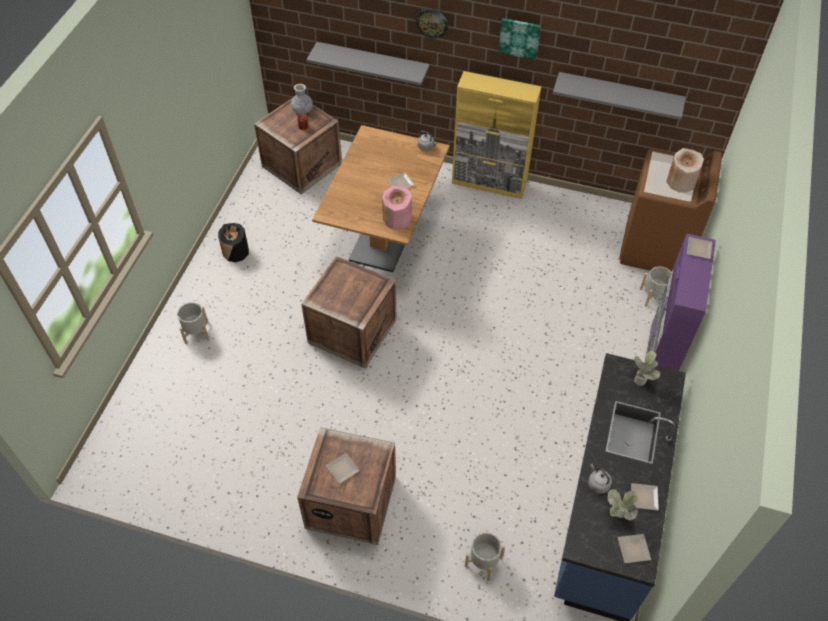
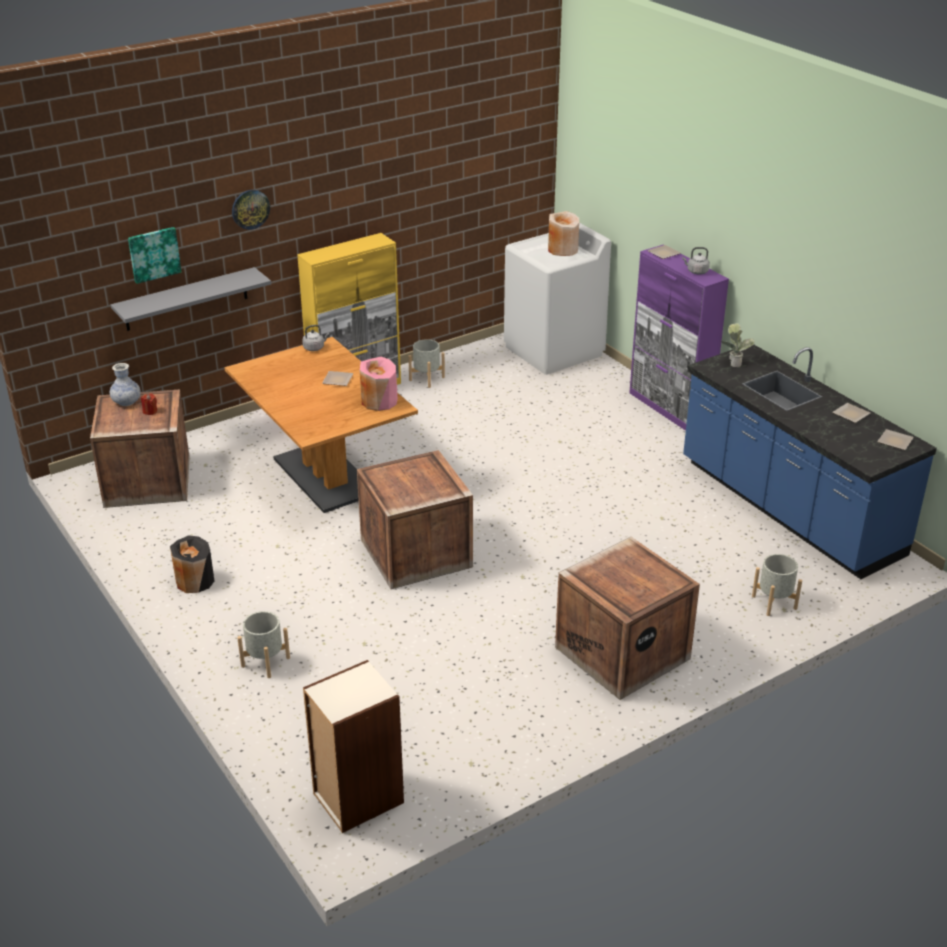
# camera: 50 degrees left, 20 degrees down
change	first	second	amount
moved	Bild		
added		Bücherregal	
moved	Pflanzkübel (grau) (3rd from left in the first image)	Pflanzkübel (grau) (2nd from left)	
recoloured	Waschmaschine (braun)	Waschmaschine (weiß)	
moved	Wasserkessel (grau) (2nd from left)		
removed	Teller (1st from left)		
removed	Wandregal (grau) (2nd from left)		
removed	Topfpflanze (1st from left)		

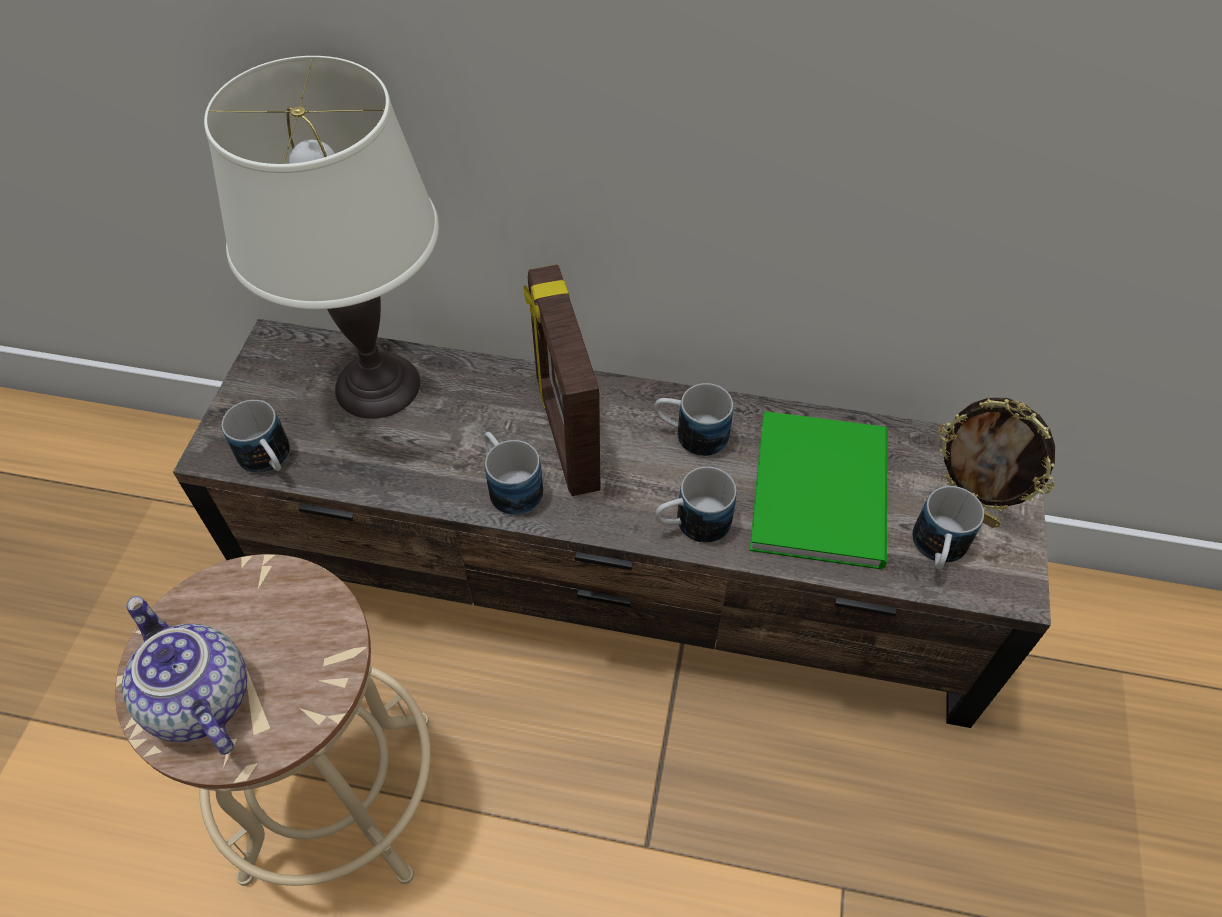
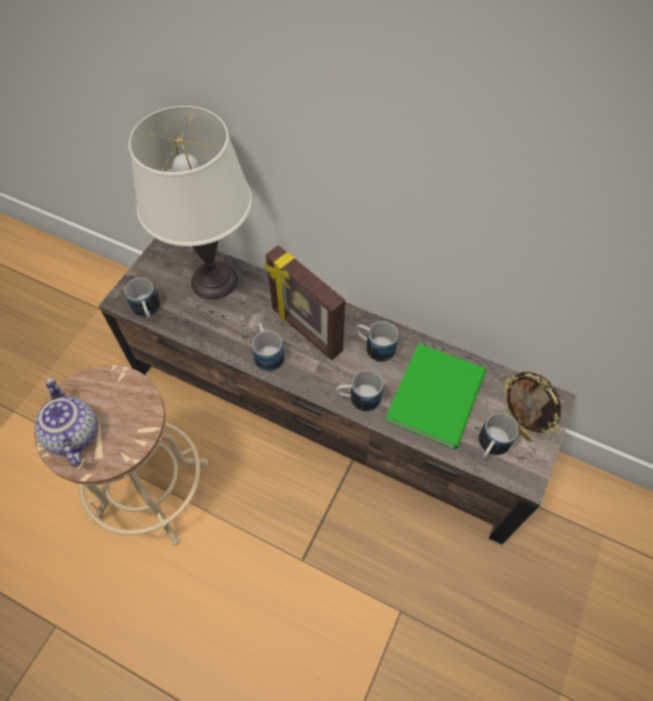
# camera: 15 degrees right, 5 degrees up
change	first	second	amount
turned	Bilderrahmen (1st from left)		45 degrees counterclockwise

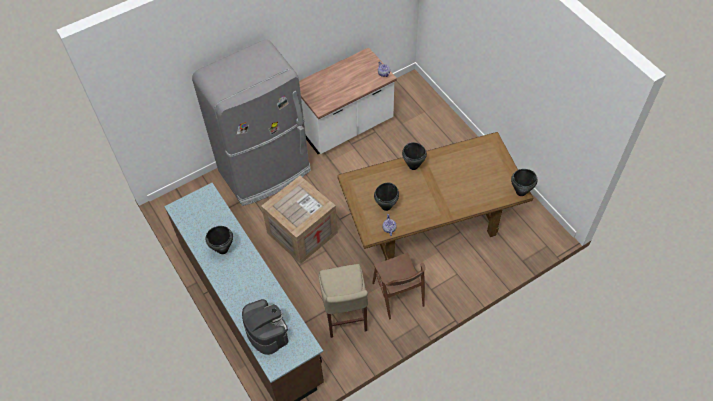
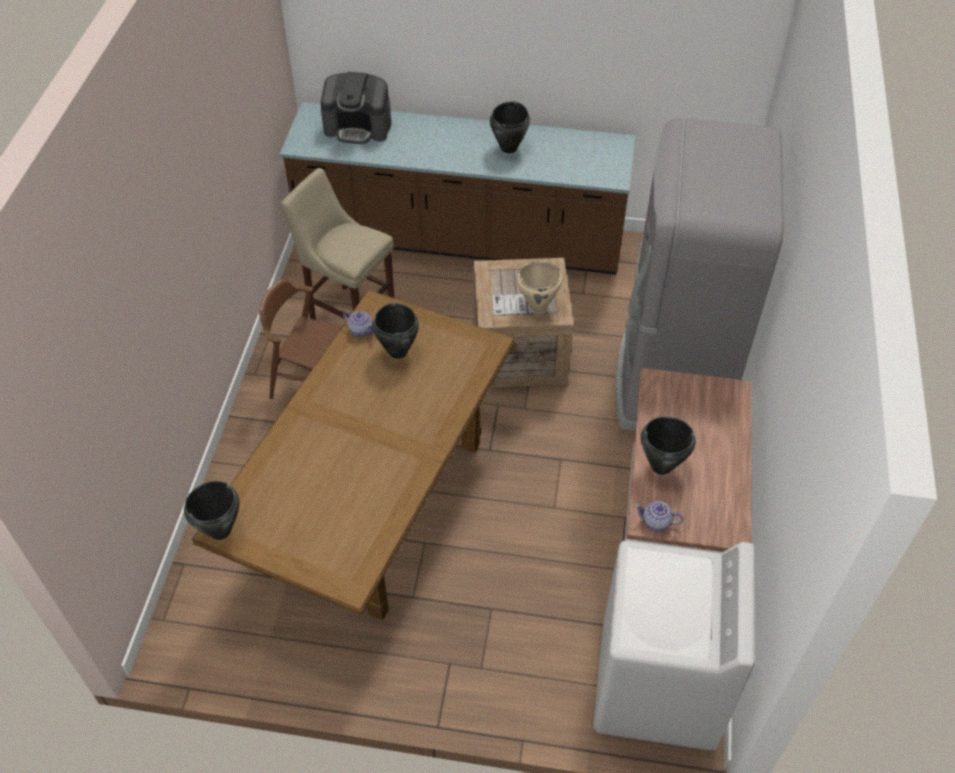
# camera: 130 degrees right, 5 degrees down
change	first	second	amount
added		Kochtopf (beige)	
added		Waschmaschine (weiß)	
moved	Kochtopf (schwarz) (3rd from left in the first image)	Kochtopf (schwarz) (4th from left)	

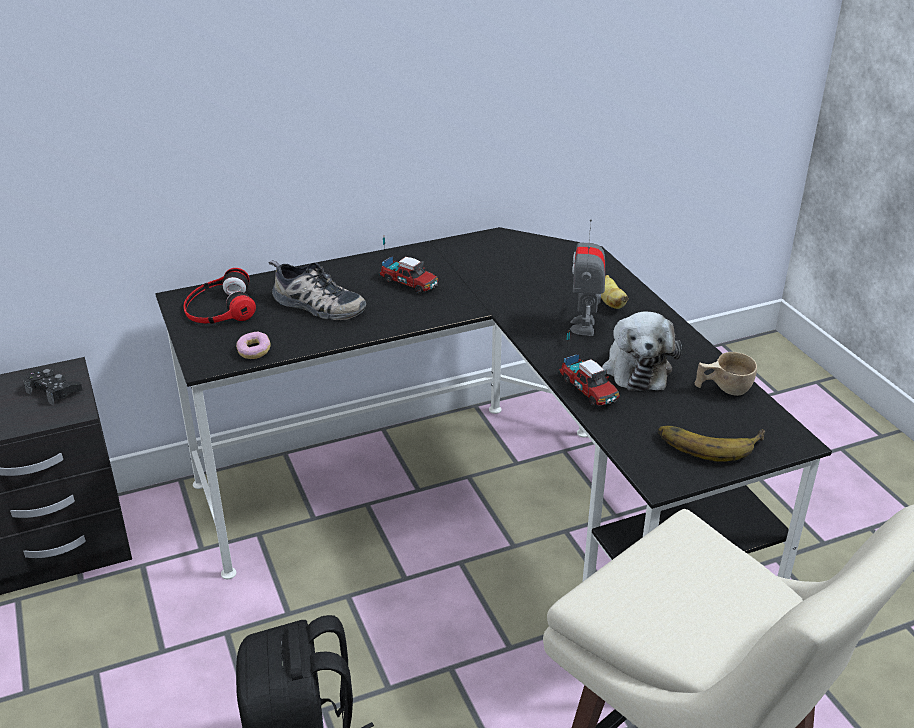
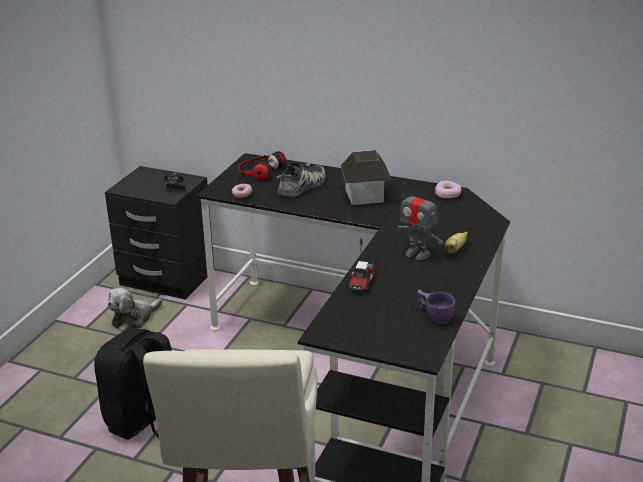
# camera: 45 degrees right, 5 degrees down
change	first	second	amount
moved	Plüschtier		
turned	Schuh		120 degrees counterclockwise
replaced	Spielzeuglaster (1st from left)	Spielzeughaus	
turned	Spielzeugroboter		105 degrees counterclockwise
recoloured	Tasse (beige)	Tasse (lila)	
added		Donut (2nd from left)	
removed	Banane (2nd from left)		

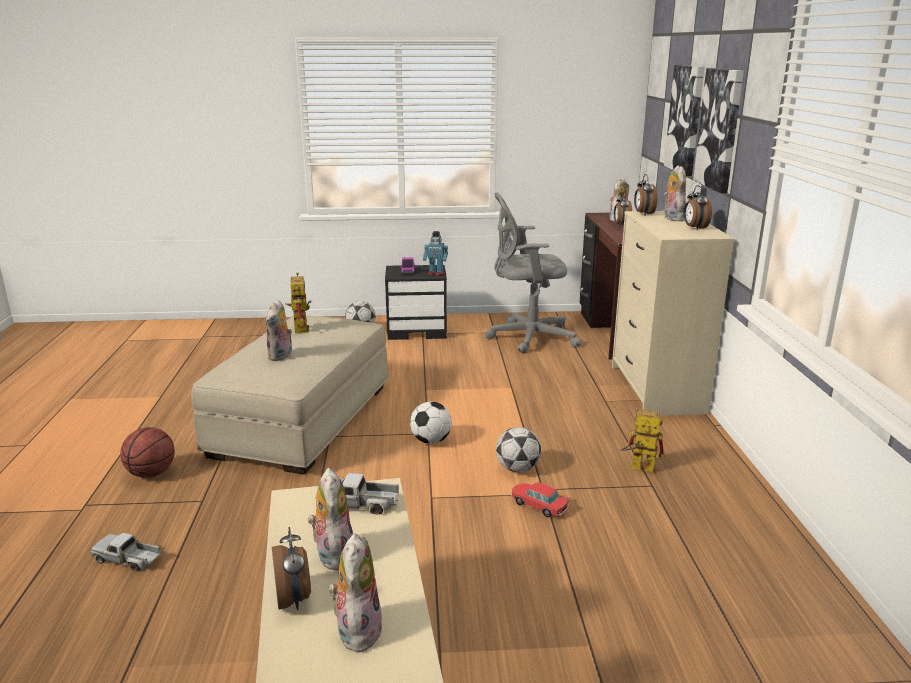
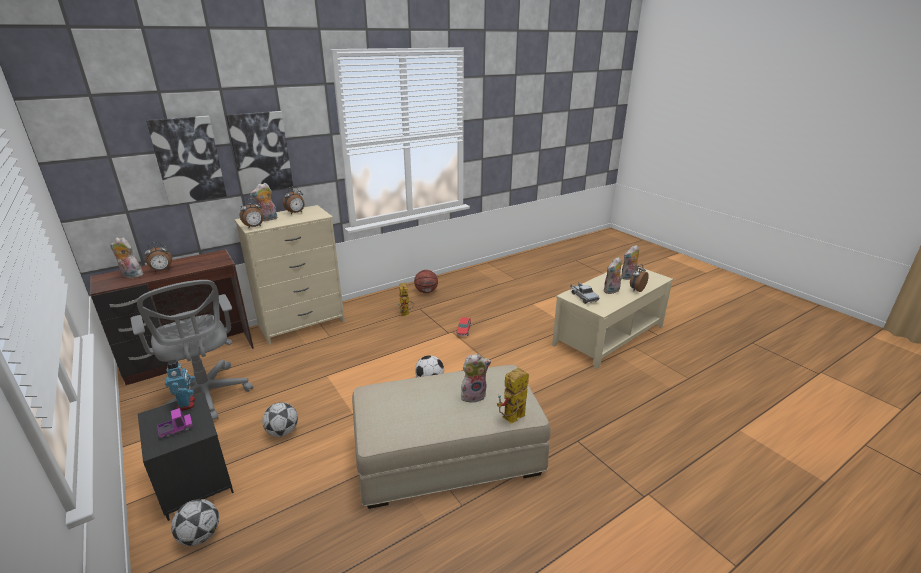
# camera: 120 degrees left, 5 degrees up
change	first	second	amount
moved	Fußball (3rd from left in the first image)	Fußball (2nd from left)	
moved	Basketball		
moved	Spielzeugroboter (1st from left in the first image)	Spielzeugroboter (3rd from left)	
removed	Spielzeuglaster (1st from left)		

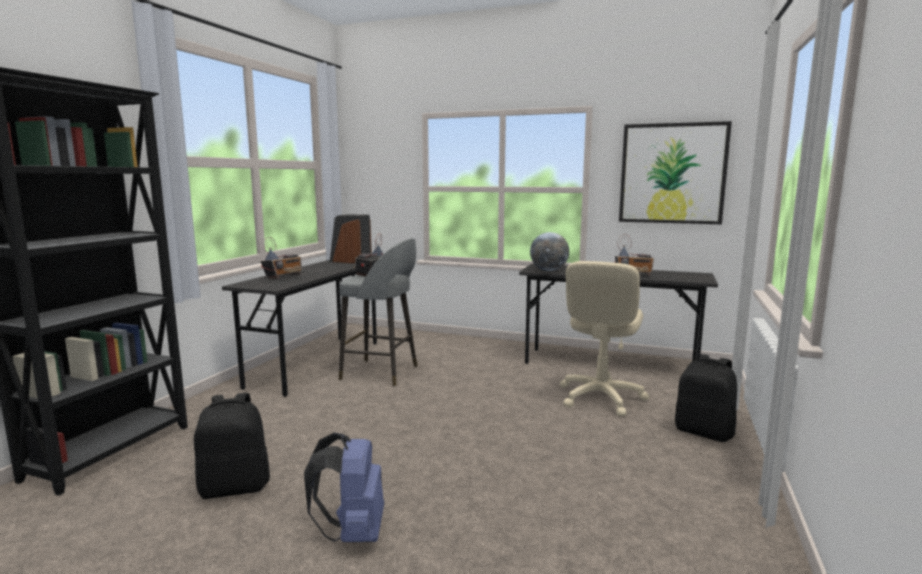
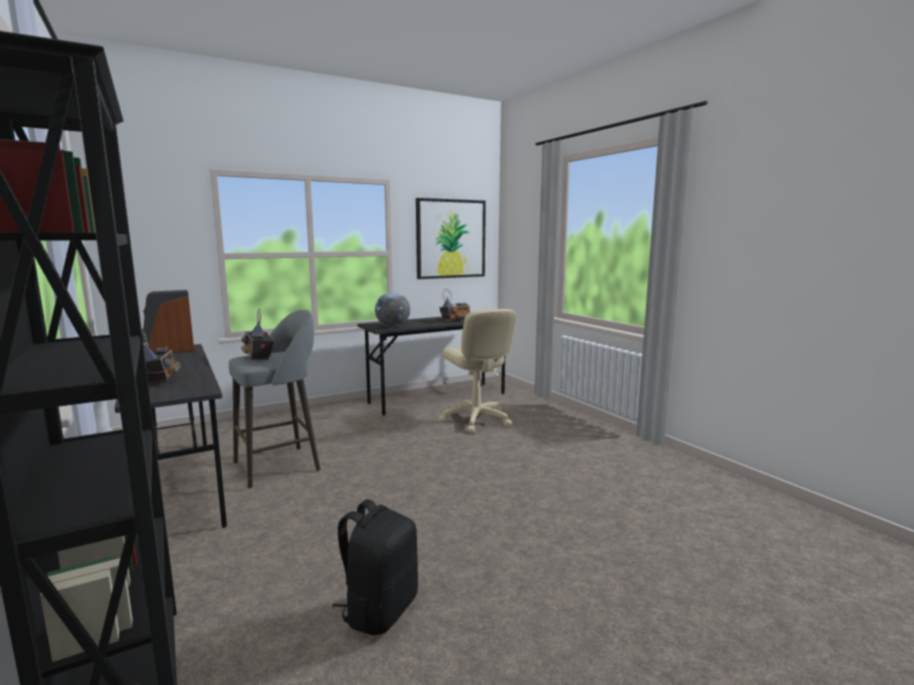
# camera: 50 degrees left, 0 degrees up
change	first	second	amount
removed	Rucksack (blau)		
removed	Rucksack (schwarz) (2nd from left)		

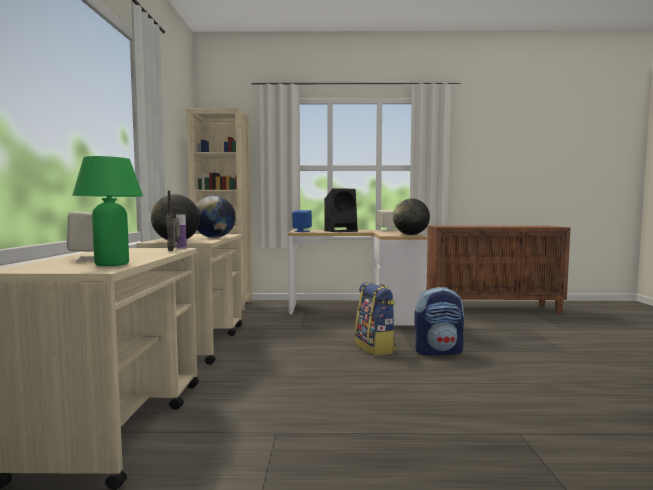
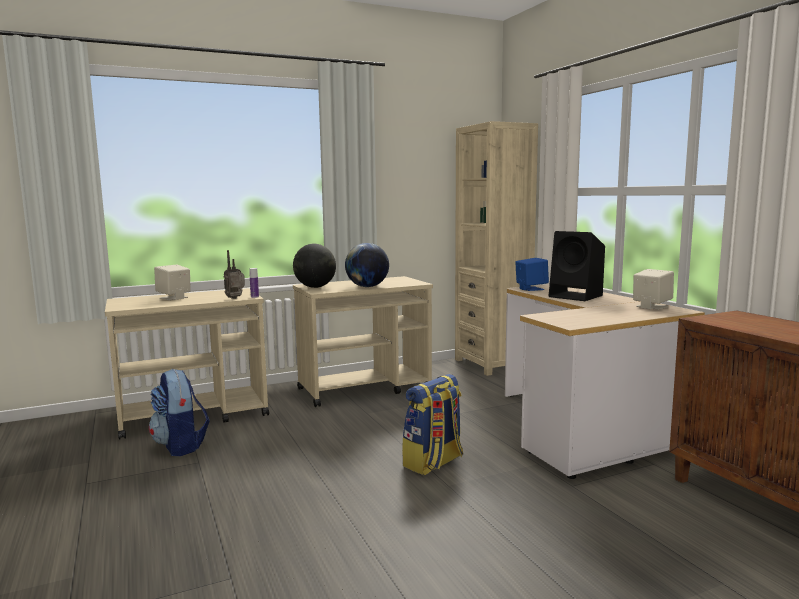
# camera: 65 degrees right, 5 degrees up
change	first	second	amount
moved	Rucksack (2nd from left in the first image)	Rucksack (1st from left)	
removed	Tischlampe (grün)		
removed	Globus (3rd from left)		

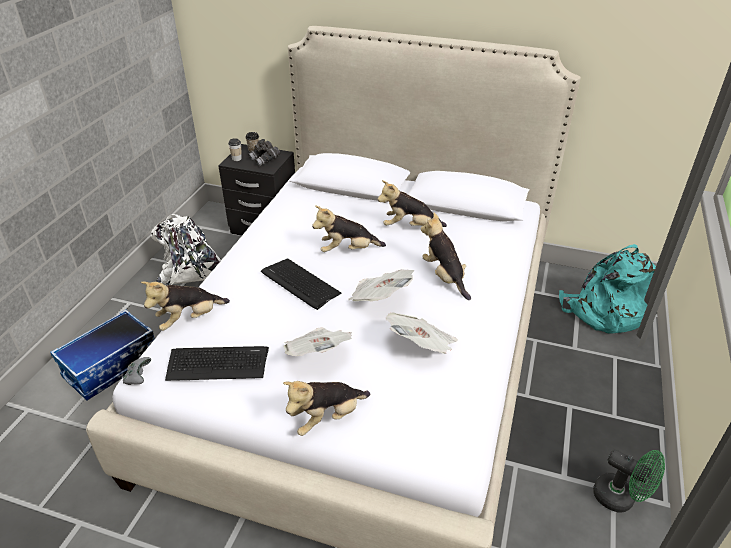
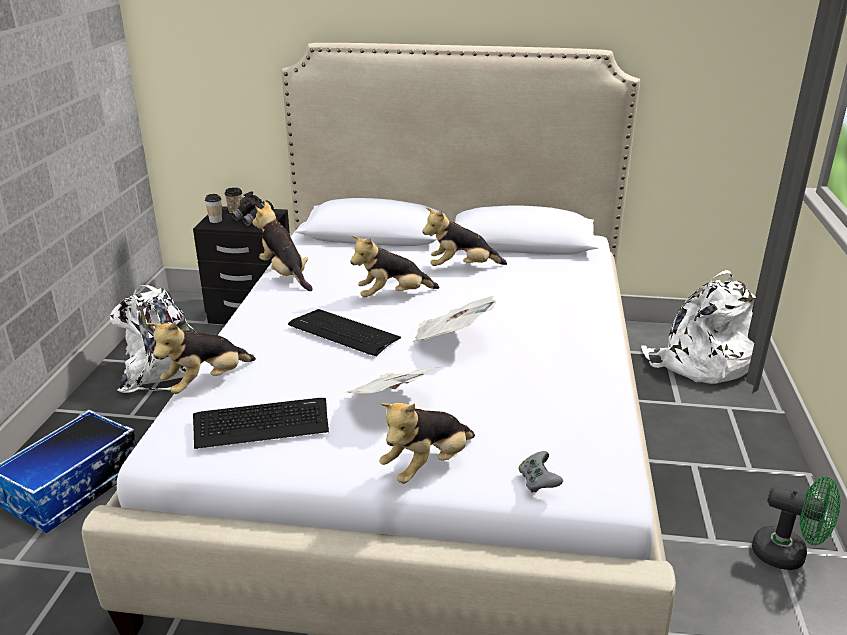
# camera: 10 degrees left, 10 degrees down
change	first	second	amount
moved	Plüschtier (5th from left in the first image)	Plüschtier (2nd from left)	
moved	Gamepad (grau)		
recoloured	Rucksack (türkis)	Rucksack (weiß) (2nd from left)	
removed	Zeitung (3rd from left)		

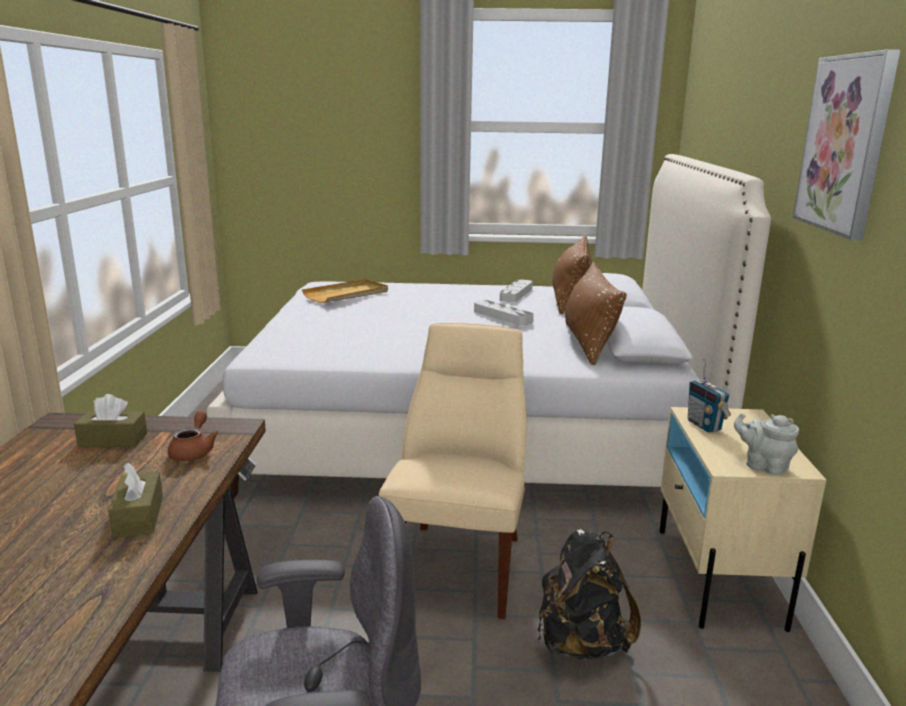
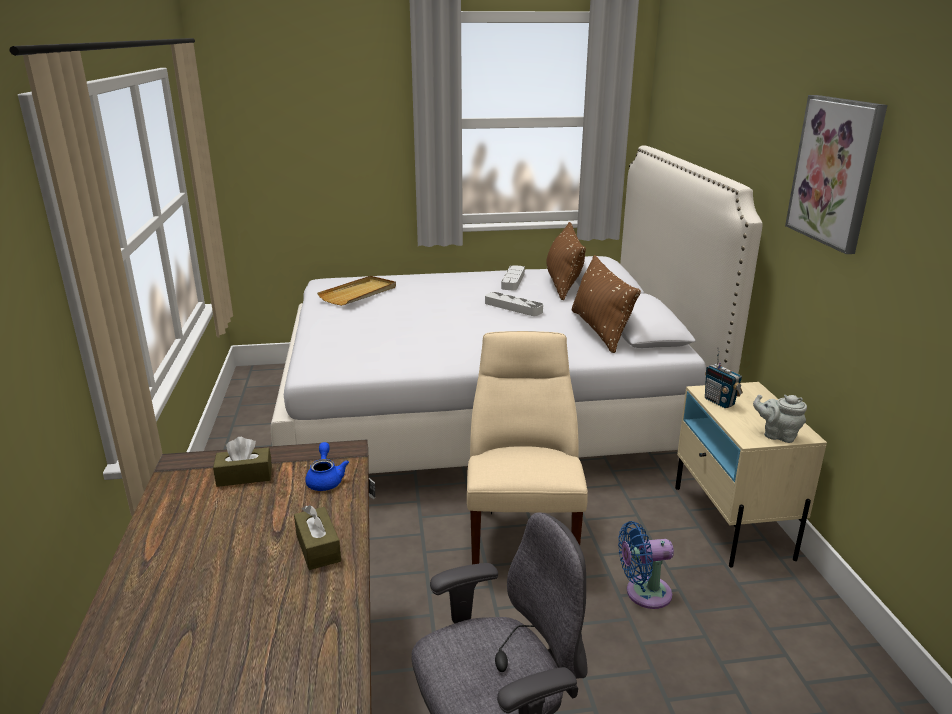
# camera: 10 degrees left, 5 degrees up
change	first	second	amount
recoloured	Teekanne (braun)	Teekanne (blau)	
replaced	Rucksack (schwarz)	Ventilator (blau)	

